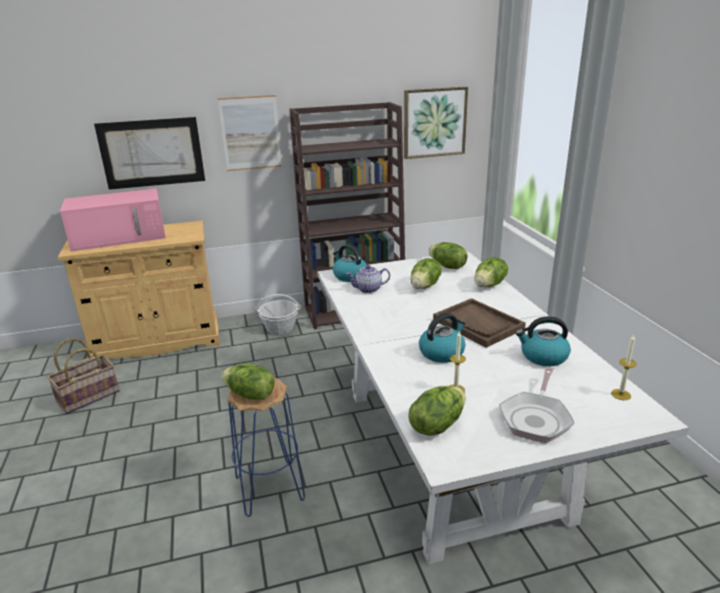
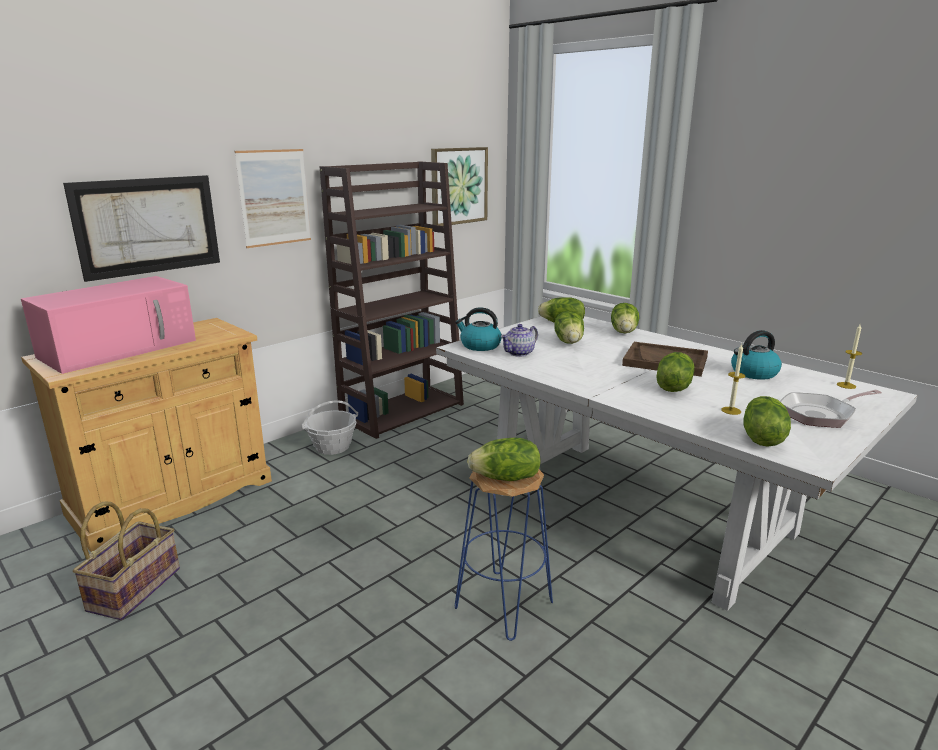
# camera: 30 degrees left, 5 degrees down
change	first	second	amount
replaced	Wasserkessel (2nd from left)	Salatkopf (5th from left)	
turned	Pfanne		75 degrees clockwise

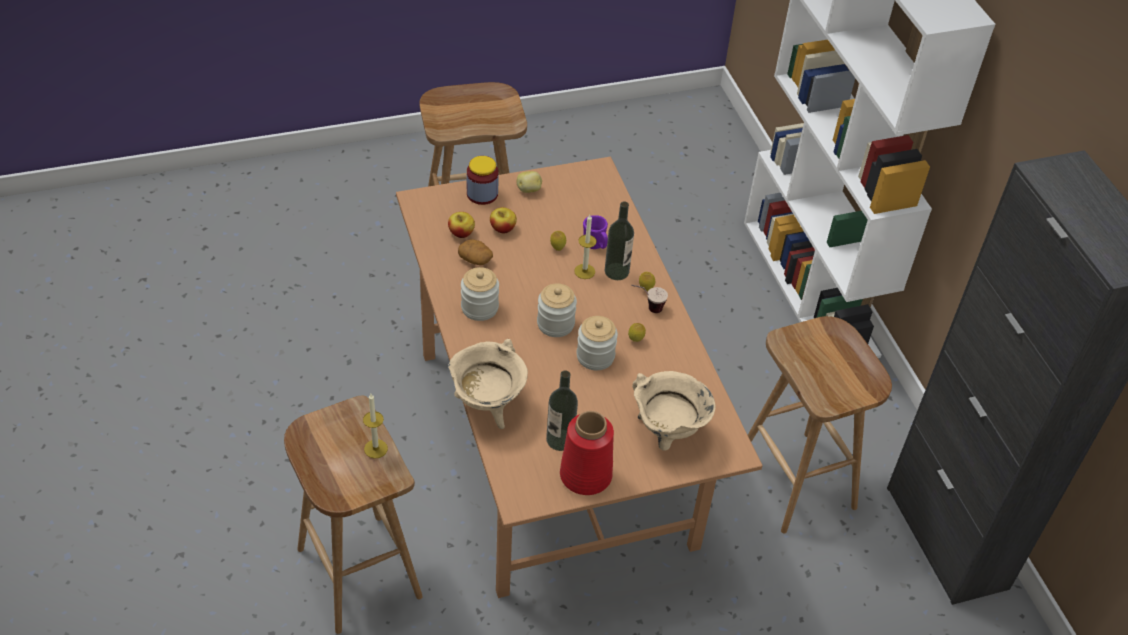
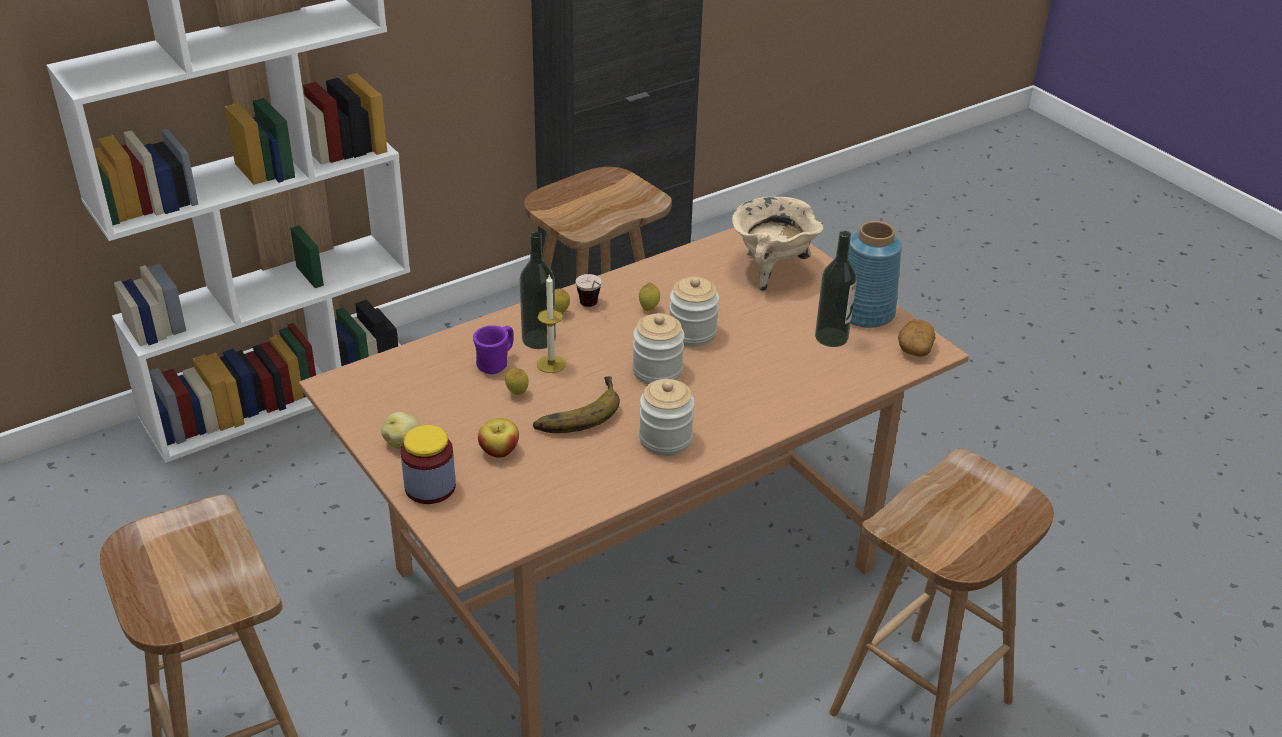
# camera: 105 degrees left, 10 degrees down
change	first	second	amount
added		Banane	
recoloured	Vase (rot)	Vase (blau)	
moved	Kartoffel (1st from left in the first image)	Kartoffel (2nd from left)	
removed	Kerze (1st from left)		
removed	Apfel (1st from left)		
removed	Kochtopf (beige) (1st from left)		

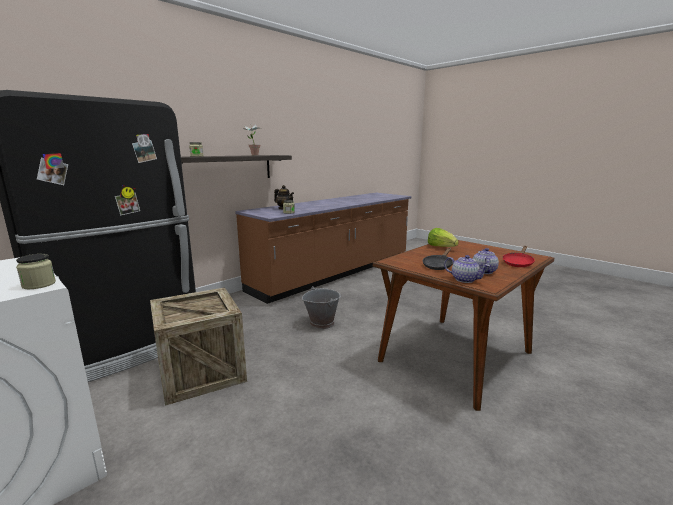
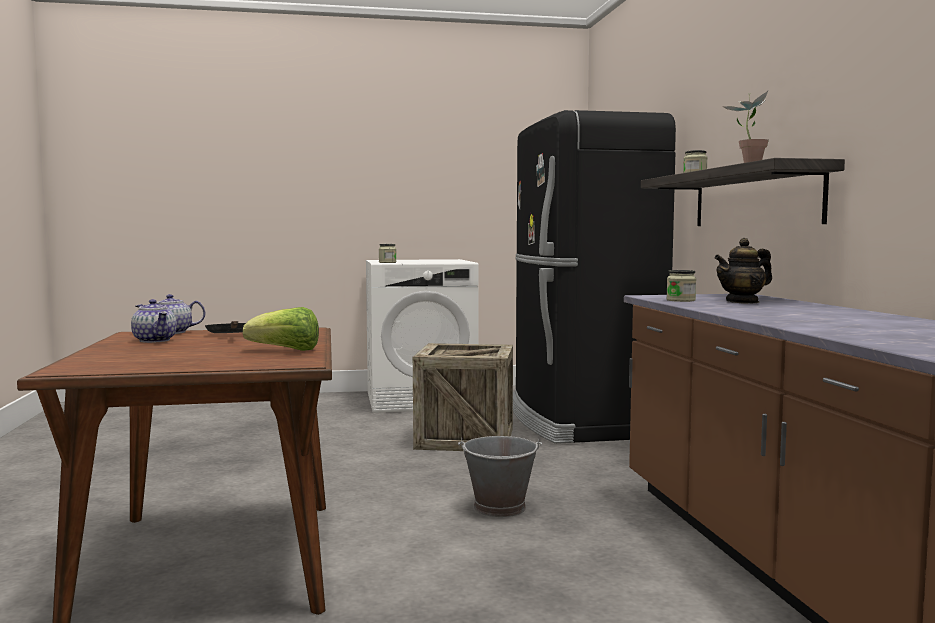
# camera: 125 degrees right, 10 degrees down
change	first	second	amount
removed	Pfanne (rot)		

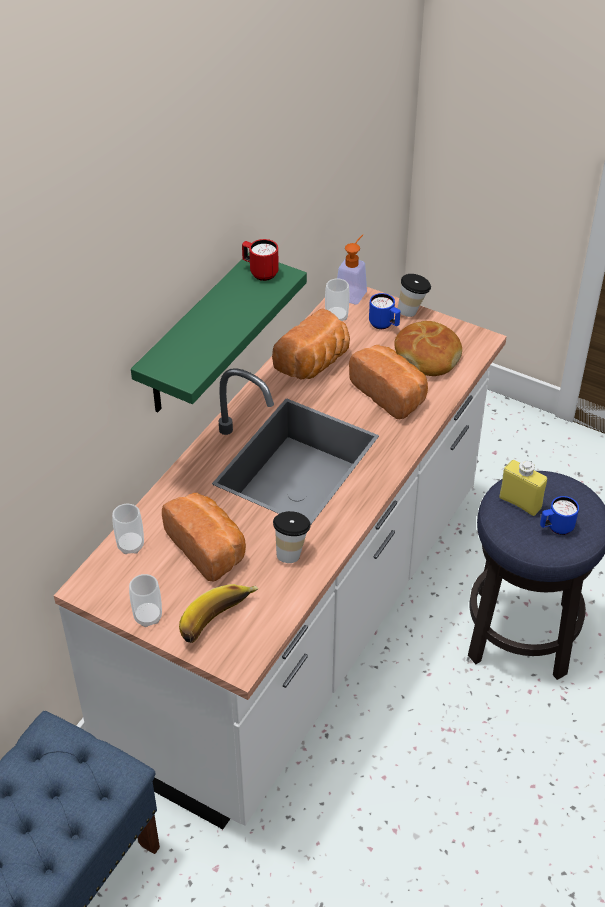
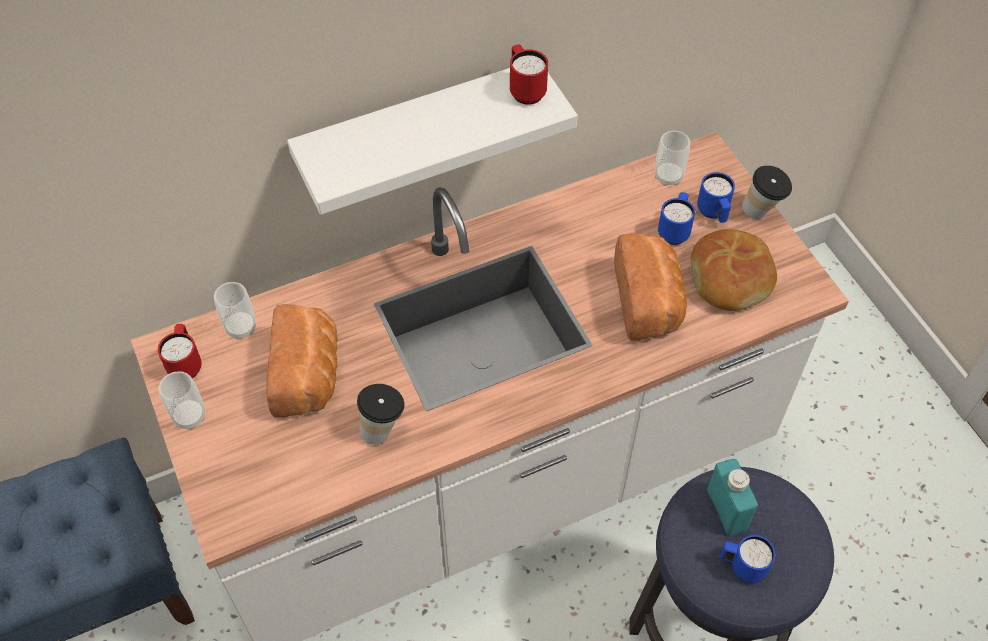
# camera: 35 degrees right, 10 degrees up
change	first	second	amount
added		Henkelbecher (rot) (1st from left)	
recoloured	Wandregal (grün)	Wandregal (weiß)	
added		Henkelbecher (blau) (1st from left)	
recoloured	Flasche (gelb)	Flasche (türkis)	
removed	Banane		
removed	Brot (2nd from left)		
removed	Seifenspender		

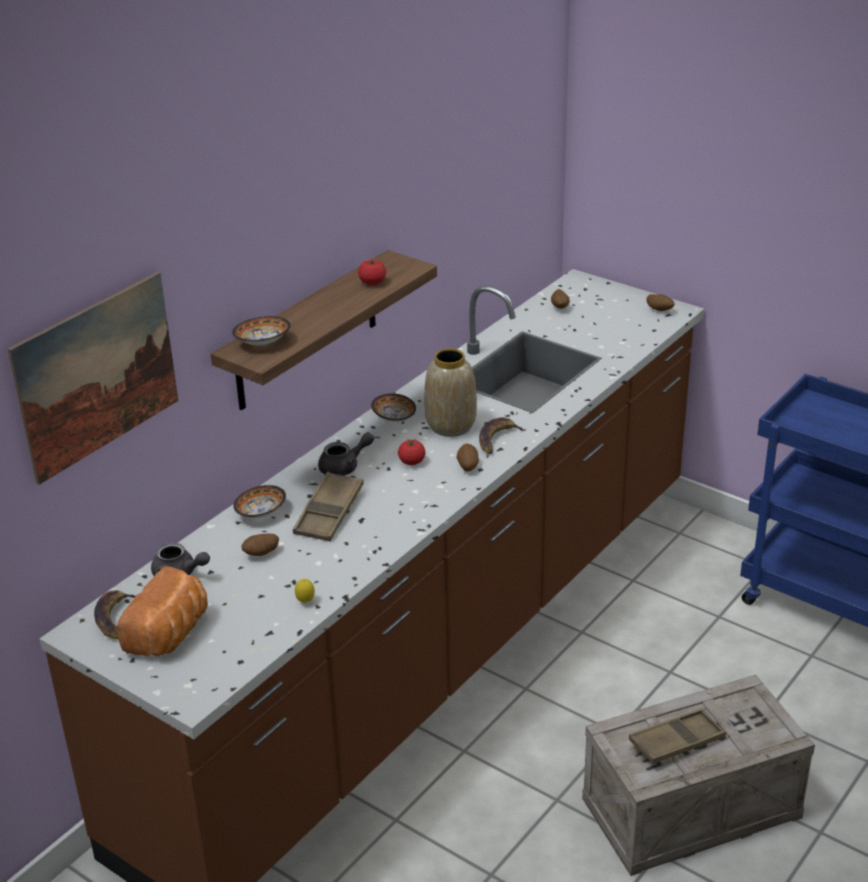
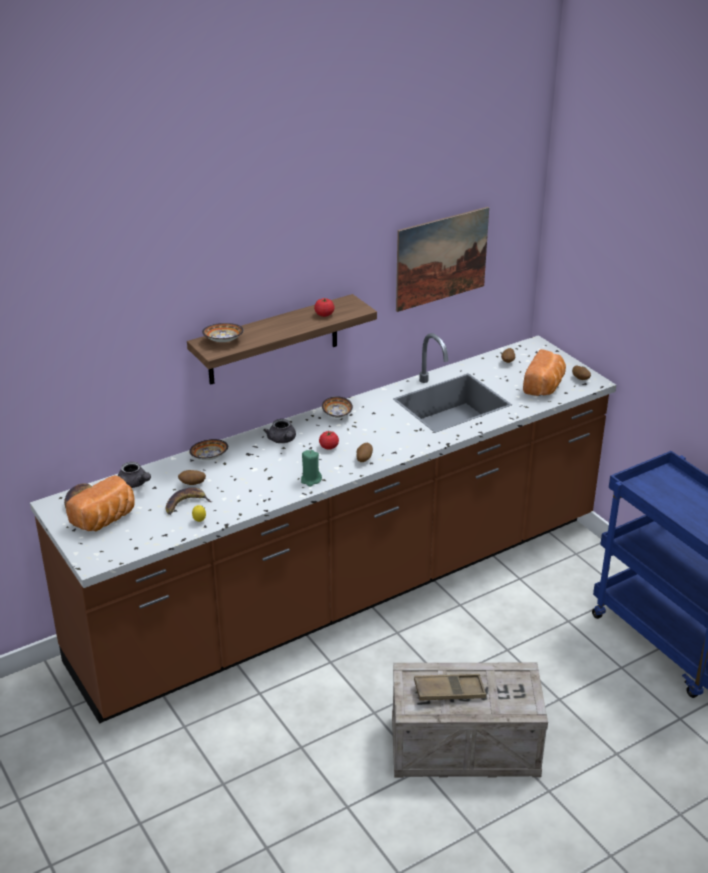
# camera: 20 degrees right, 0 degrees up
change	first	second	amount
moved	Banane (2nd from left)		
turned	Teekanne (grau) (2nd from left)		75 degrees clockwise
added		Kerze (grün)	
moved	Bild		
added		Brot (2nd from left)	
removed	Tablett (braun) (1st from left)		
removed	Vase		

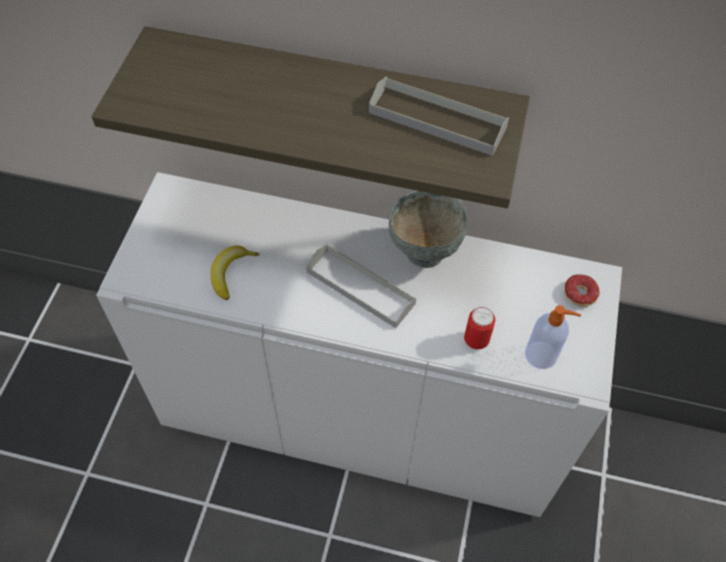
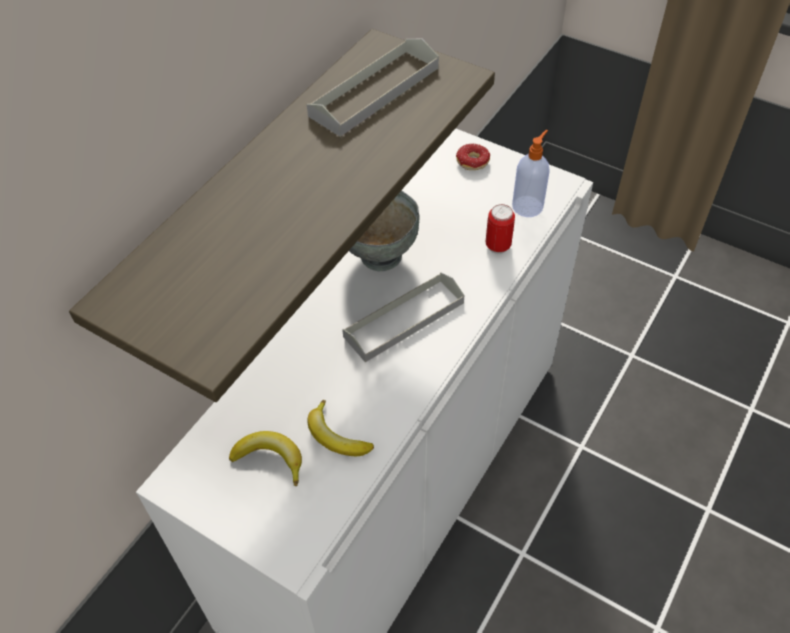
# camera: 70 degrees left, 5 degrees down
change	first	second	amount
added		Banane (1st from left)	

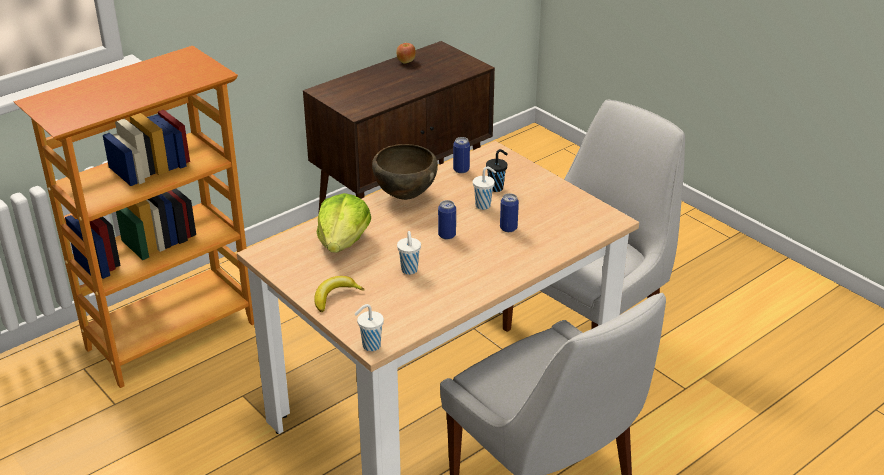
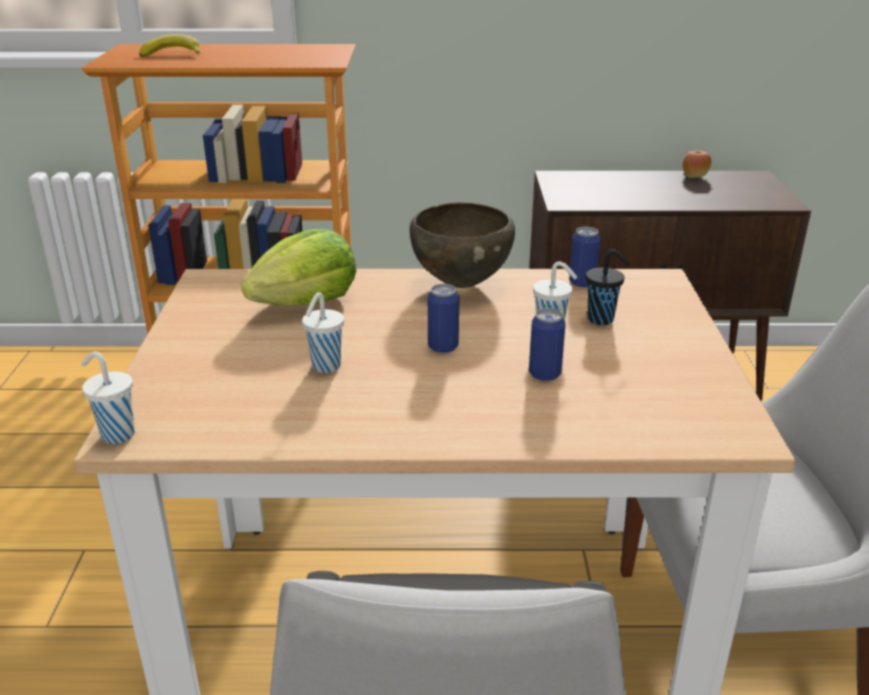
# camera: 40 degrees right, 5 degrees down
change	first	second	amount
moved	Banane		

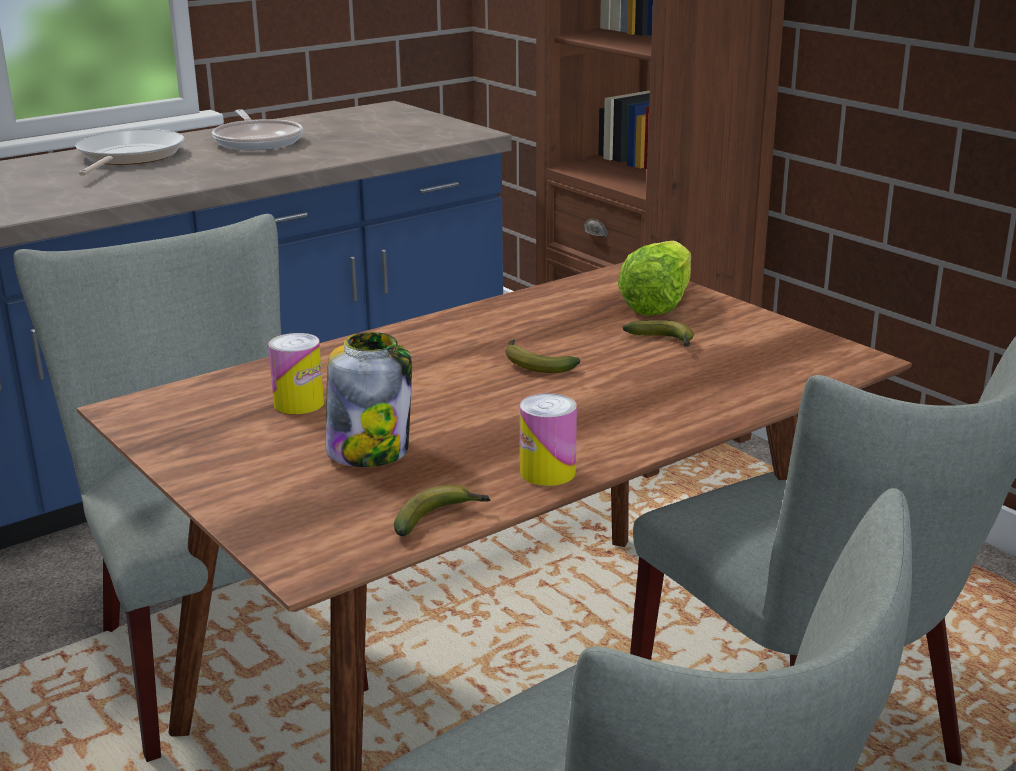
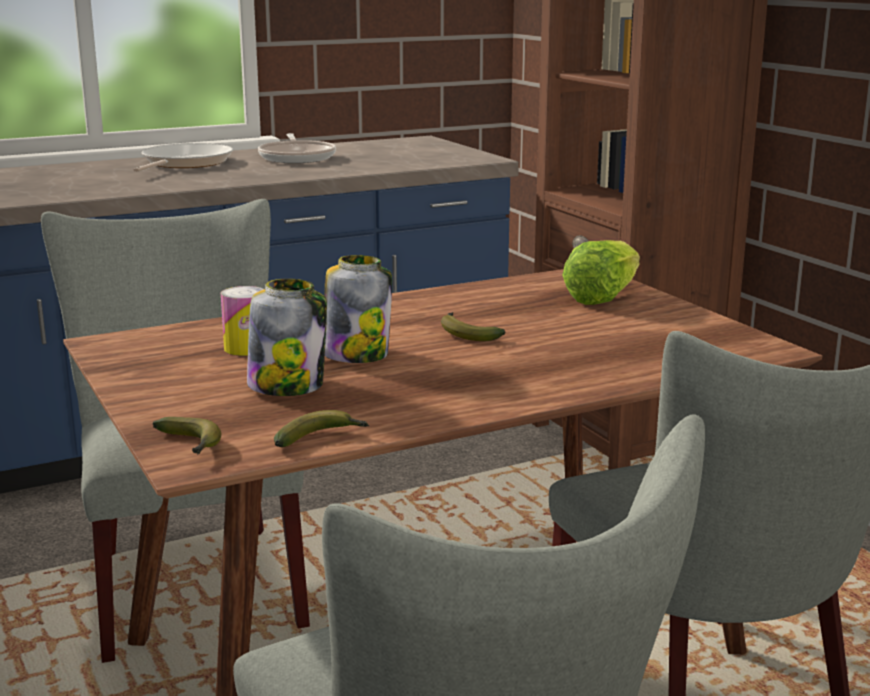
# camera: 10 degrees right, 5 degrees down
change	first	second	amount
moved	Banane (3rd from left in the first image)	Banane (1st from left)	
added		Vorratsglas (2nd from left)	
removed	Dose (2nd from left)		

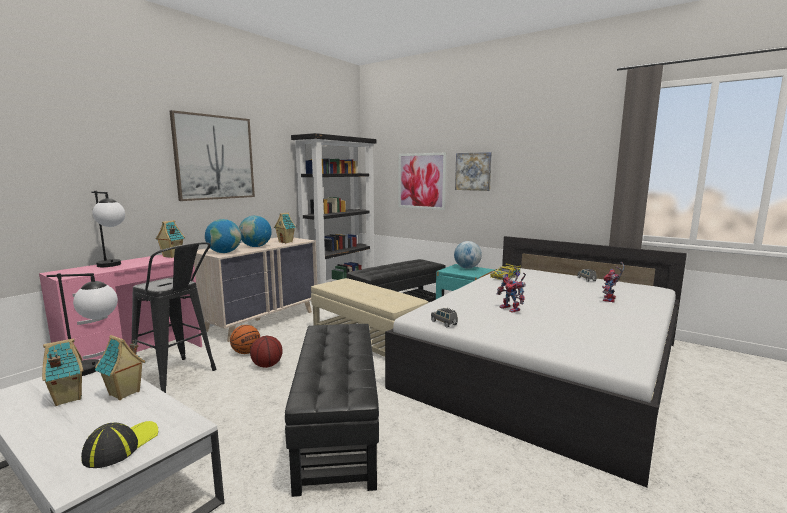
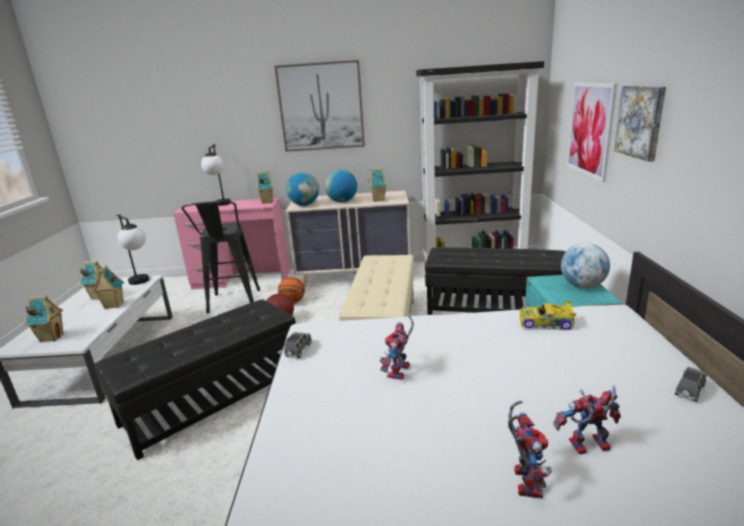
# camera: 55 degrees right, 10 degrees up
change	first	second	amount
replaced	Kappe	Spielzeughaus (1st from left)	
added		Spielzeugroboter (2nd from left)	

